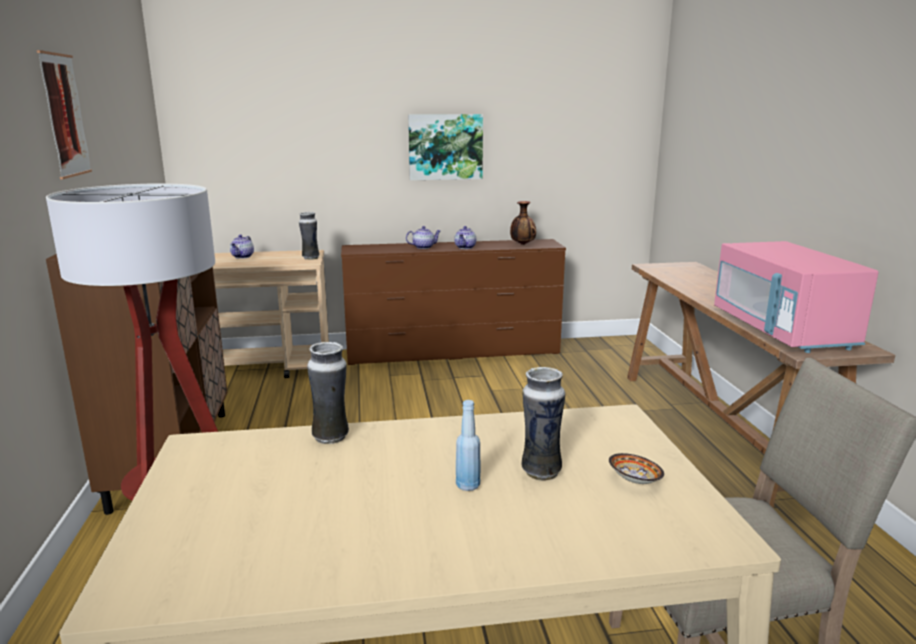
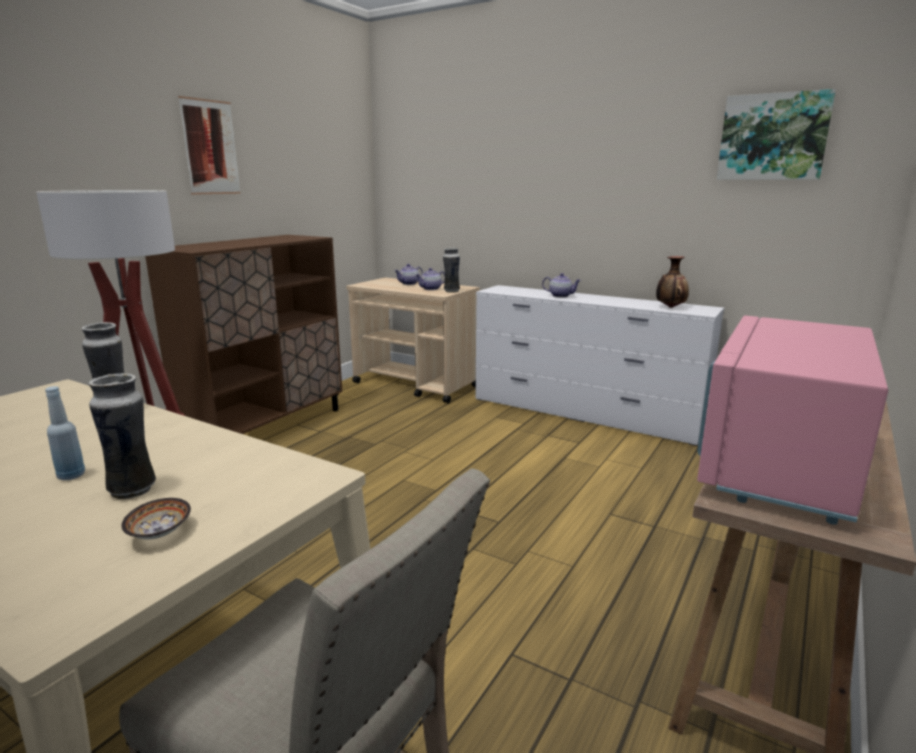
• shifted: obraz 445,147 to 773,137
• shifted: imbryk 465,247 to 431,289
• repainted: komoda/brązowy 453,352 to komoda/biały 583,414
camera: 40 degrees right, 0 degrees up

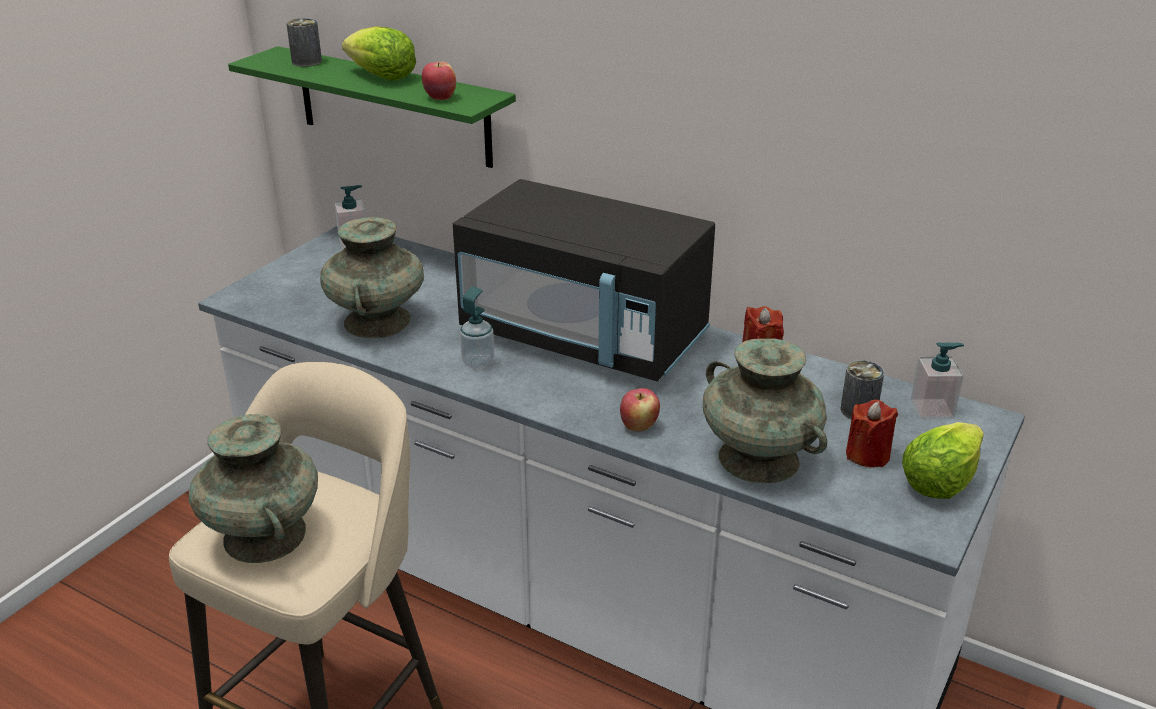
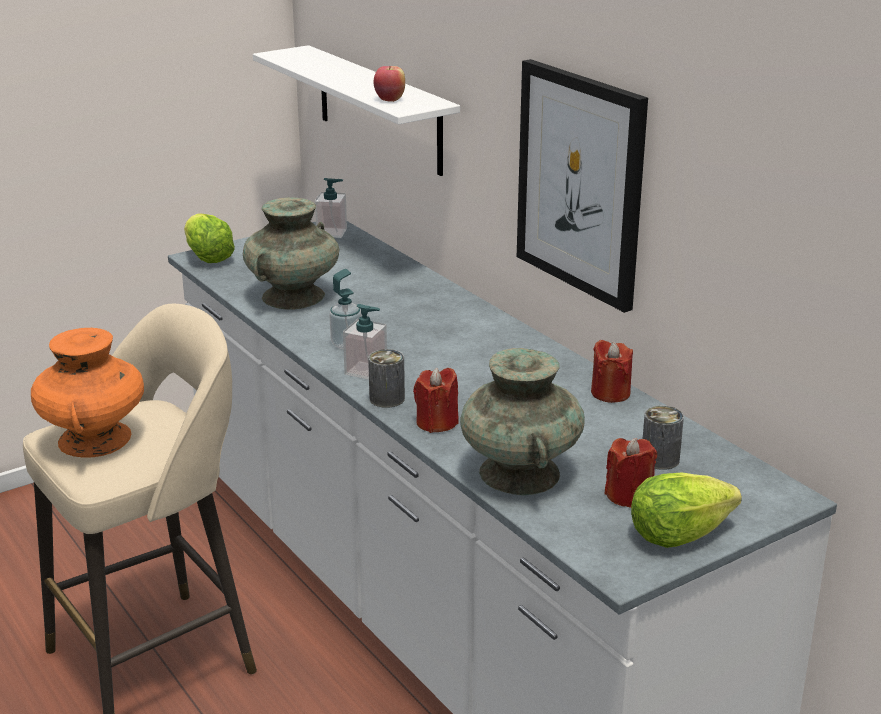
• shifted: puszka 306,62 to 387,399
• shifted: sałata 382,77 to 208,258
• repainted: półka/zielony 393,107 to półka/biały 379,109
• gone: mikrofalówka/czarny 584,337
• shifted: dozownik mydła 932,409 to 366,371
• swapped: jabłko 638,426 to świeca/czerwony 436,423
• repainted: wazon/turkusowy 265,536 to wazon/pomarańczowy 94,439
• new: obraz 580,183
camera: 25 degrees right, 5 degrees down

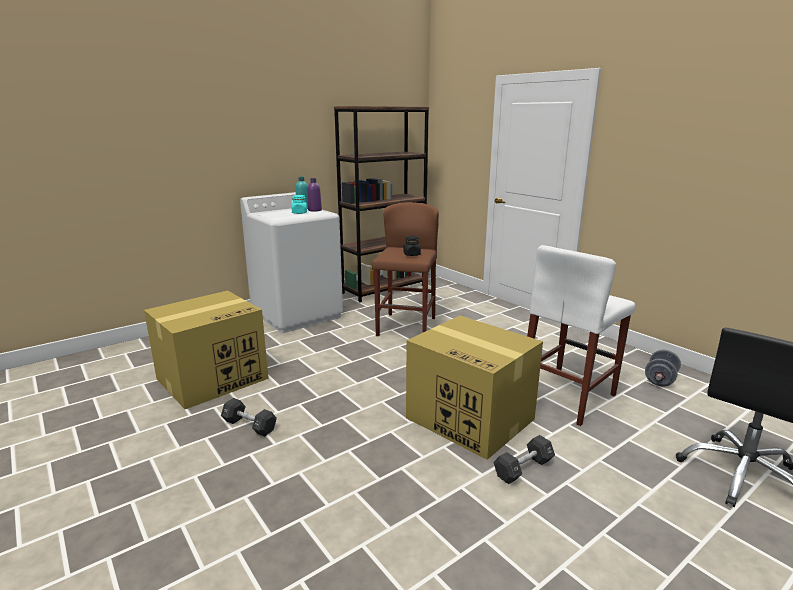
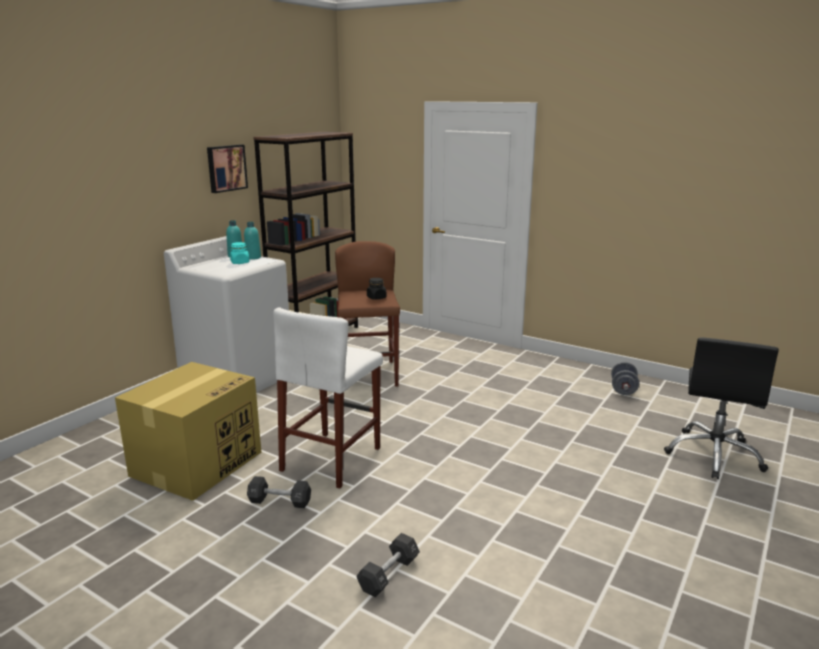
• repainted: butelka/fioletowy 315,210 to butelka/turkusowy 253,257
• shifted: stołek/biały 567,397 to 331,459
• gone: karton 471,419
• shifted: hantel/czarny 523,468 to 389,574
• new: obraz 226,168
camera: 20 degrees left, 0 degrees up

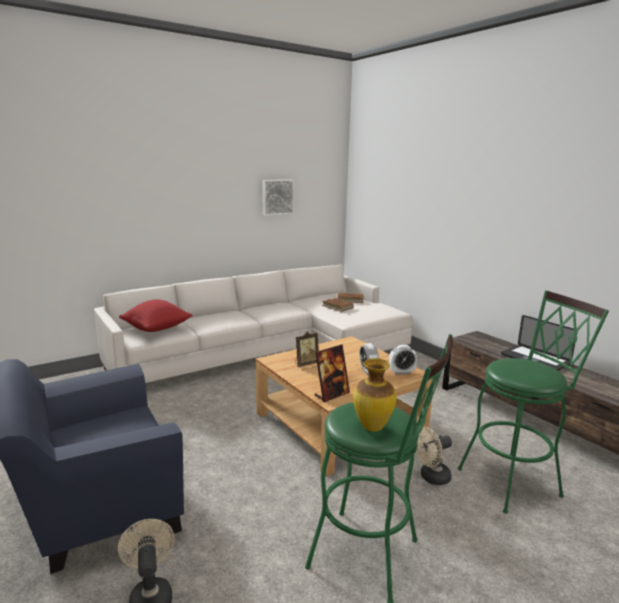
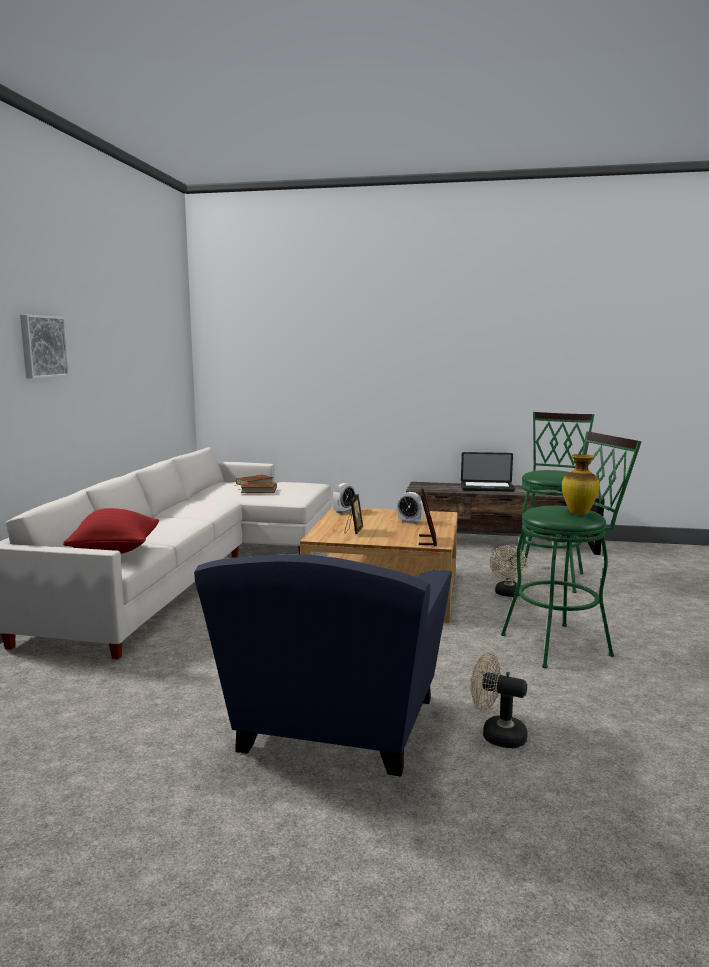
• shifted: obraz 277,197 to 42,346
• shifted: budzik 401,372 to 343,511
camera: 45 degrees left, 5 degrees down

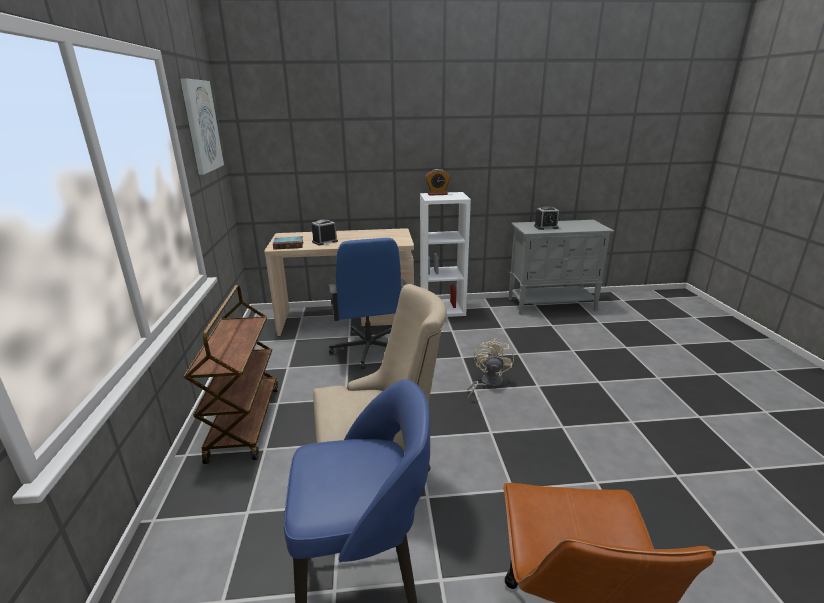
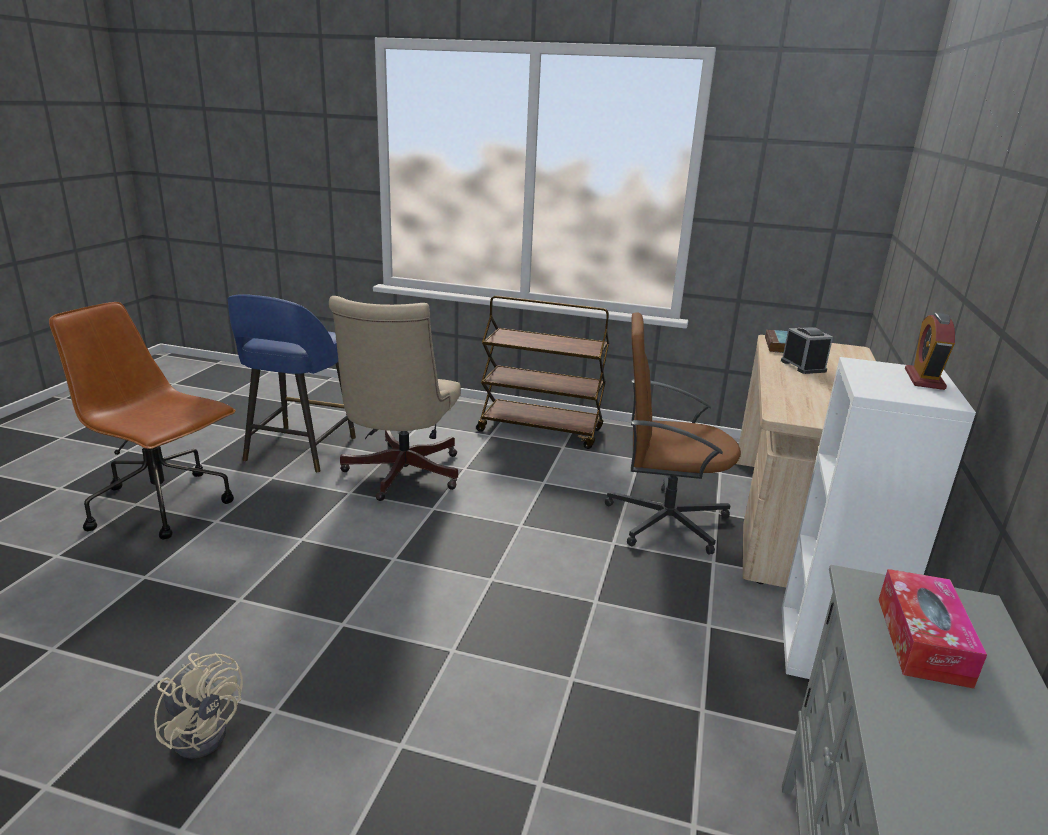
• gone: obraz 201,126
• swapped: budzik 546,227 to pudełko chusteczek 922,640
• repainted: krzesło biurowe/niebieski 368,349 to krzesło biurowe/brązowy 664,520
• shifted: wentylator/beżowy 487,384 to 204,730
camera: 110 degrees right, 0 degrees up

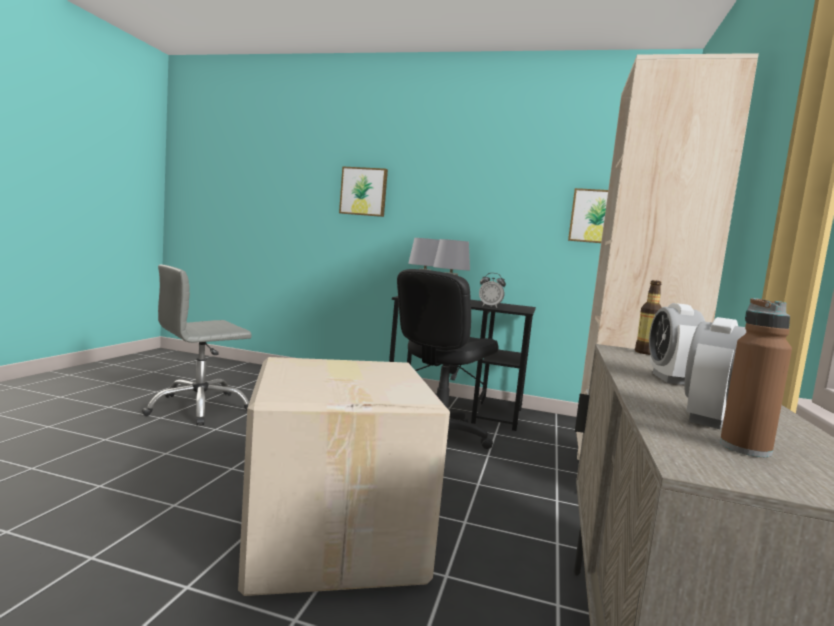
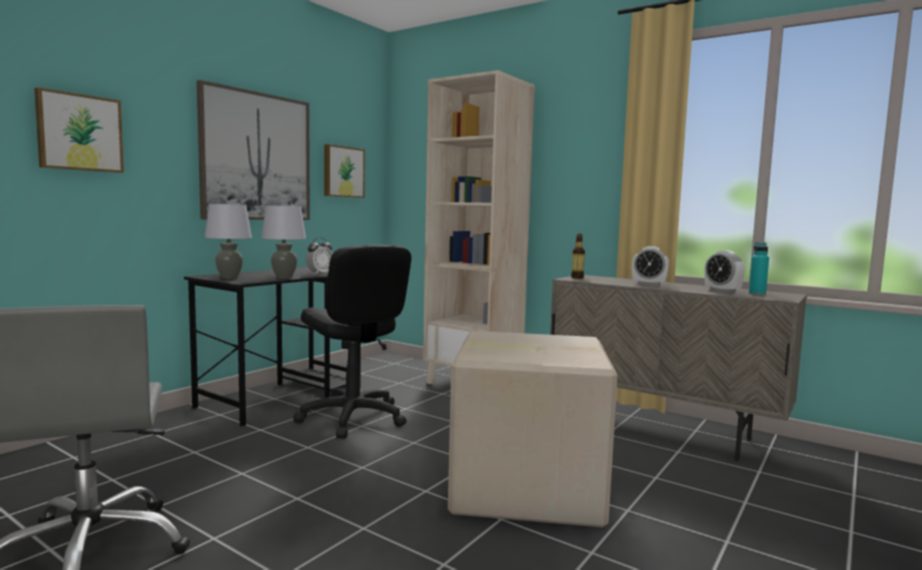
• repainted: butelka/brązowy 745,448 to butelka/turkusowy 757,294
• new: obraz 256,157
camera: 70 degrees left, 0 degrees up

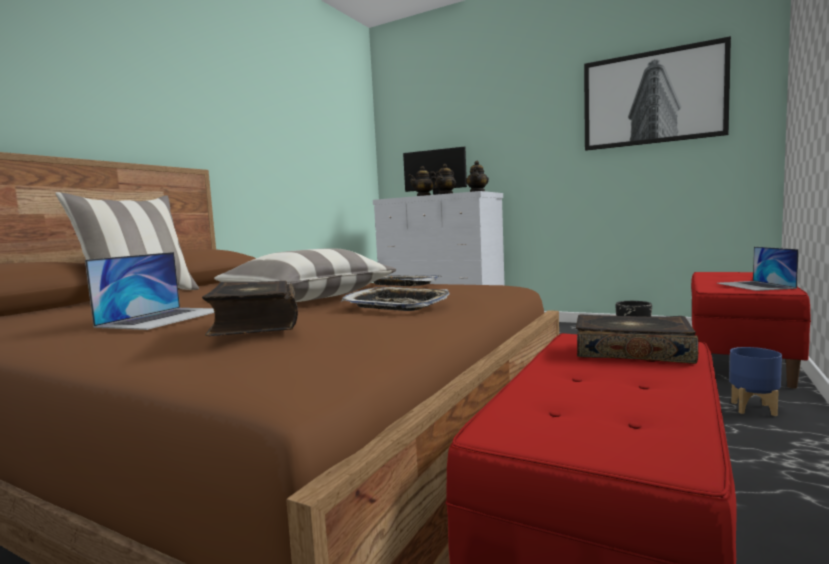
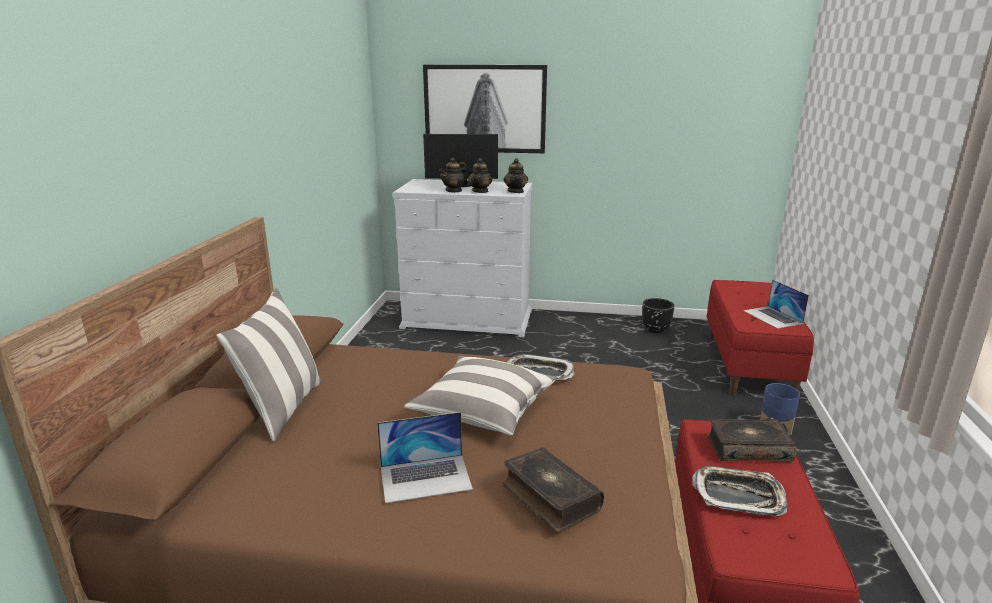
• shifted: obraz 652,98 to 485,109
• rotated: laptop 164,317 = 426,478 75 degrees clockwise
• shifted: taca 396,306 to 738,495
camera: 20 degrees left, 15 degrees up

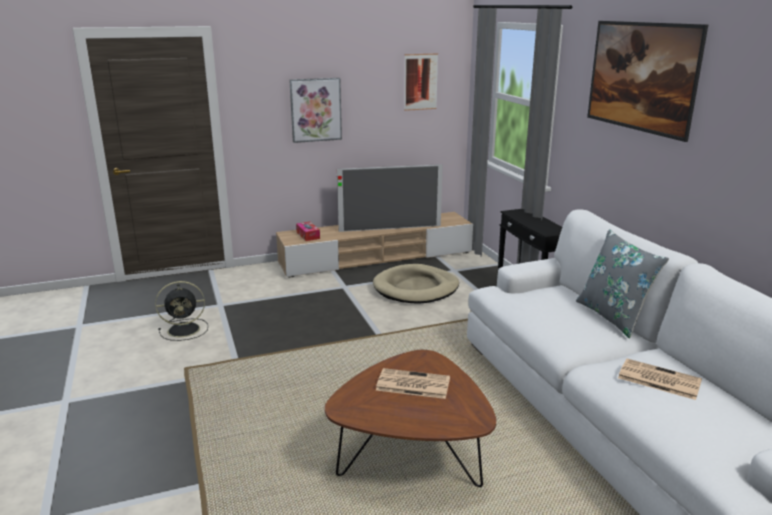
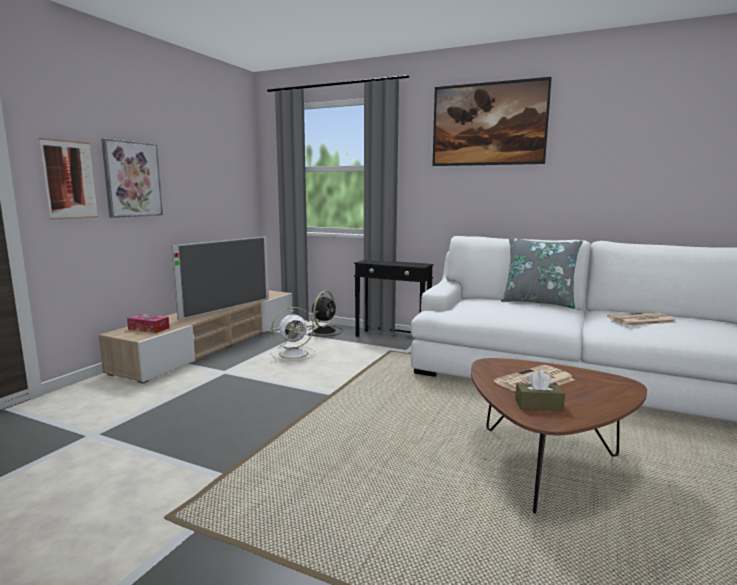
• shifted: obraz 420,82 to 69,180
• swapped: legowisko/beżowy 416,288 to wentylator/biały 295,353
• shifted: wentylator/czarny 185,329 to 325,331
• new: pudełko chusteczek/brązowy 538,405
camera: 45 degrees left, 10 degrees down

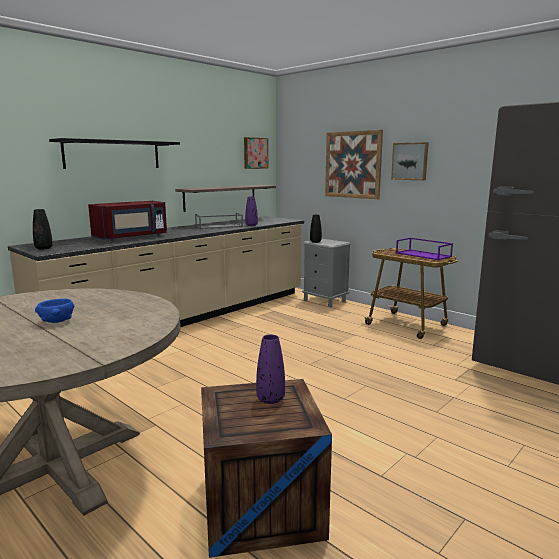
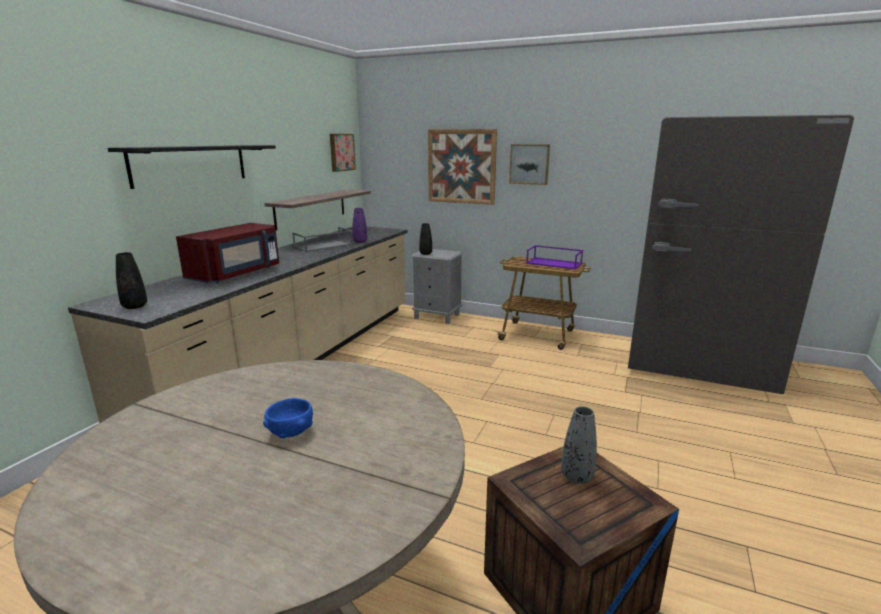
• repainted: wazon/fioletowy 270,399 to wazon/szary 577,476
camera: 20 degrees left, 5 degrees up

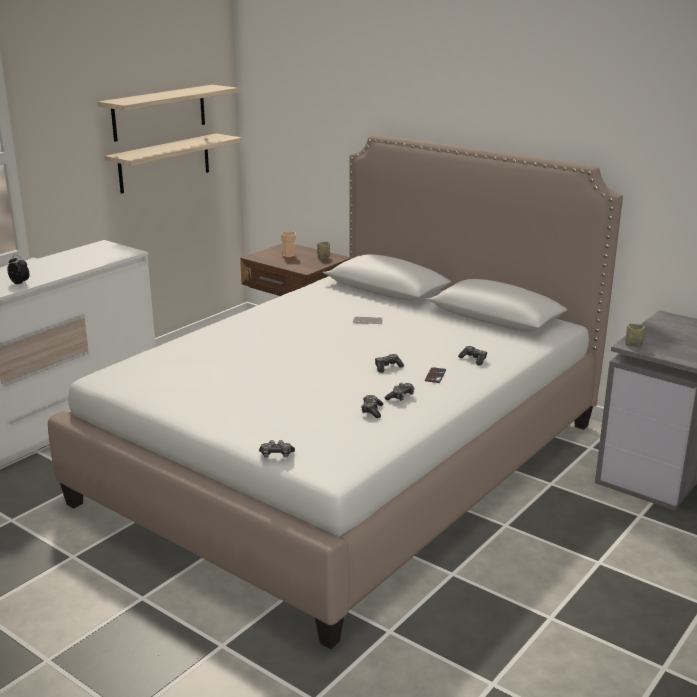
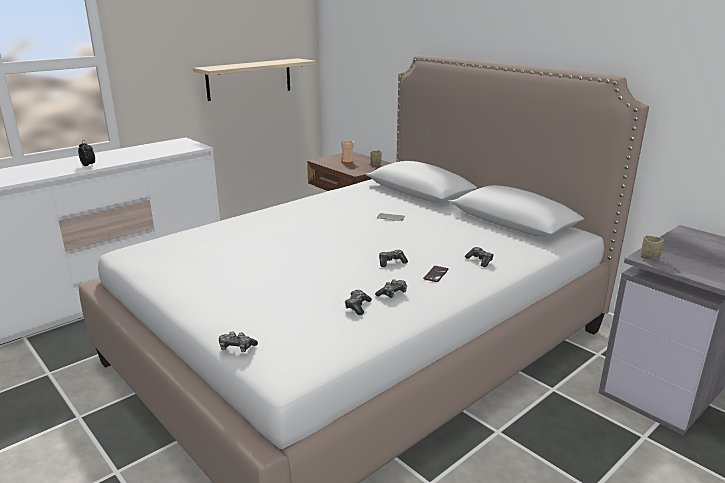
• gone: półka 159,112
camera: 10 degrees right, 0 degrees up

